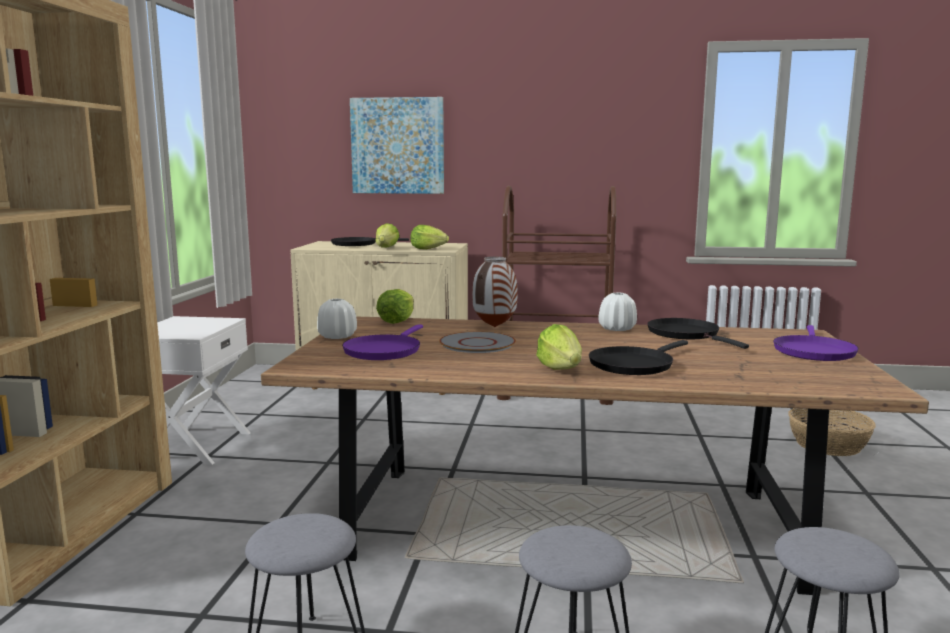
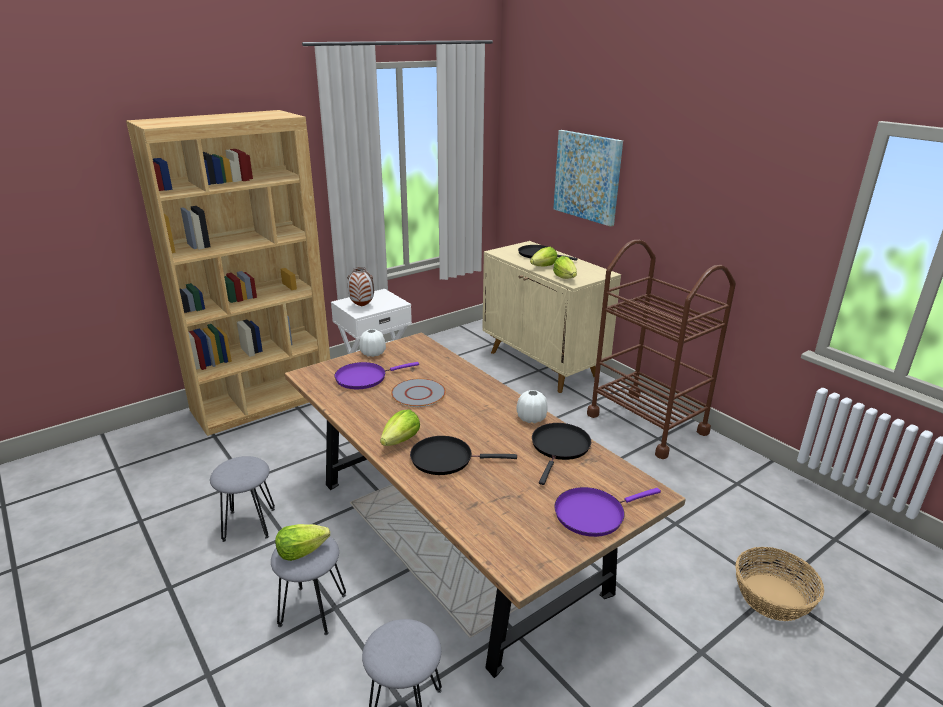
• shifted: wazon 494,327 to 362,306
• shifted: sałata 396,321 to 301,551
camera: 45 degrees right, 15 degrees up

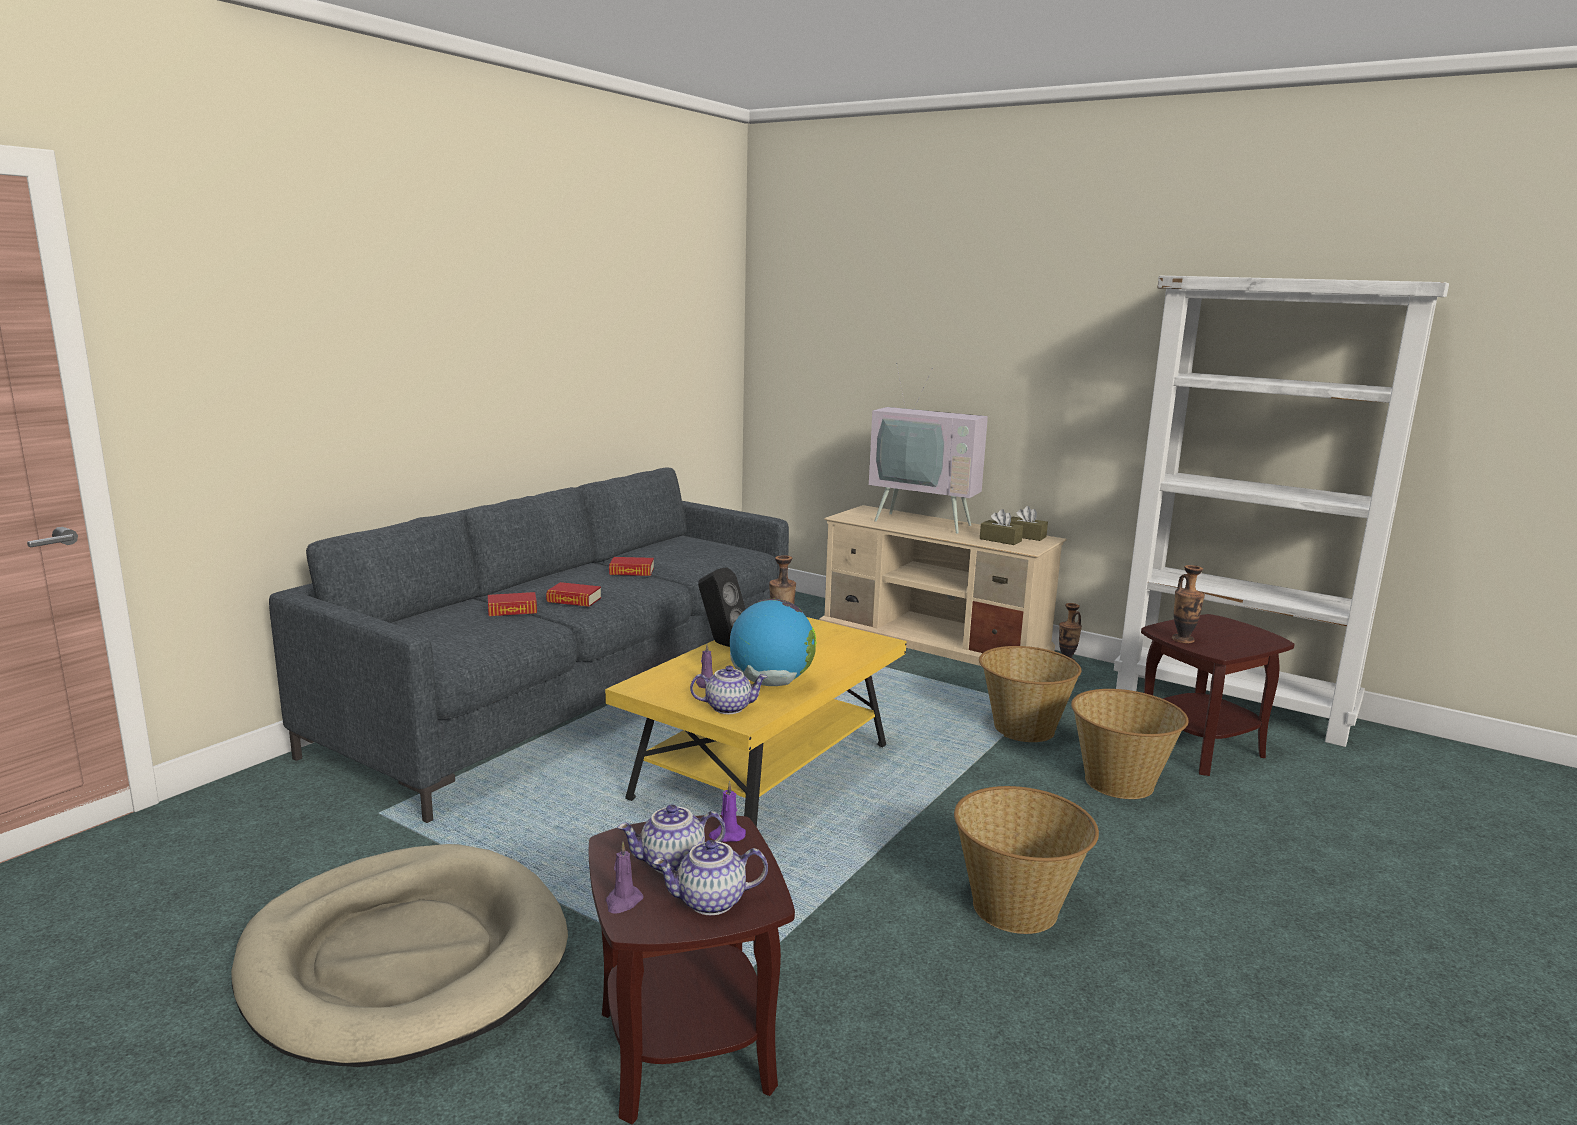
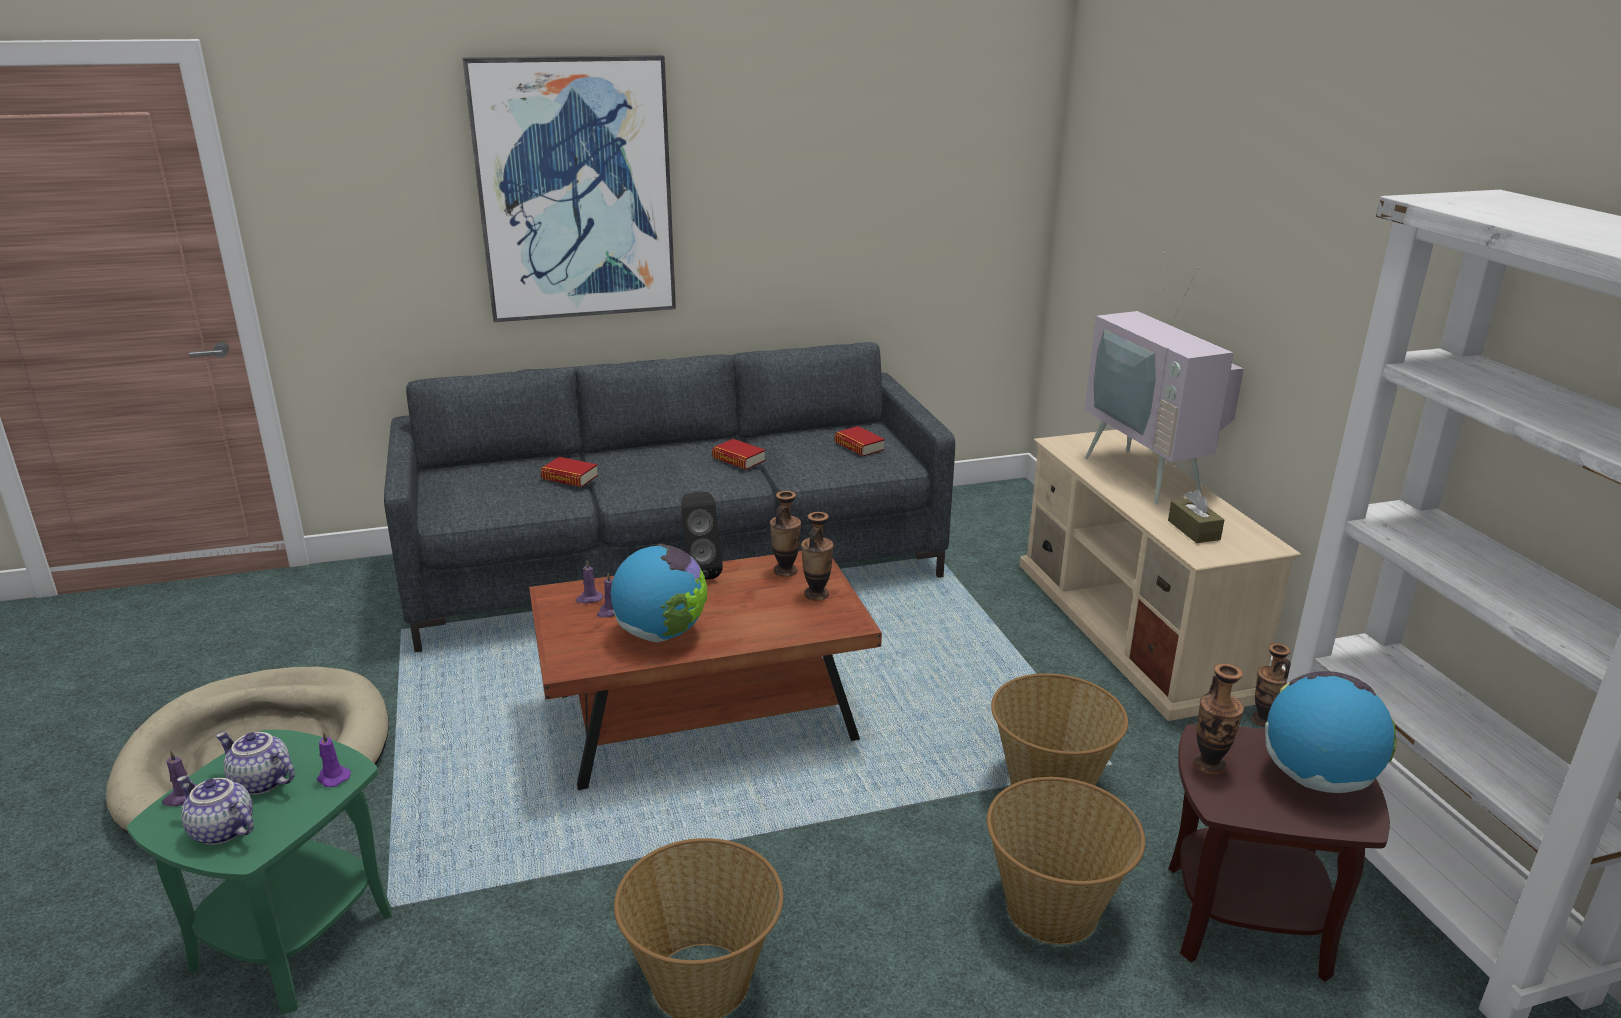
• gone: pudełko chusteczek/brązowy 1025,536
• shifted: książka 574,600 to 859,446
• repainted: ława/żółty 764,774 to ława/brązowy 705,720
• gone: imbryk 728,707
• repainted: stolik/brązowy 687,1049 to stolik/zielony 294,940
• new: obraz 575,190
• new: wazon 816,594
• new: świeca/fioletowy 589,599
• new: globus 1317,779
camera: 40 degrees right, 10 degrees up

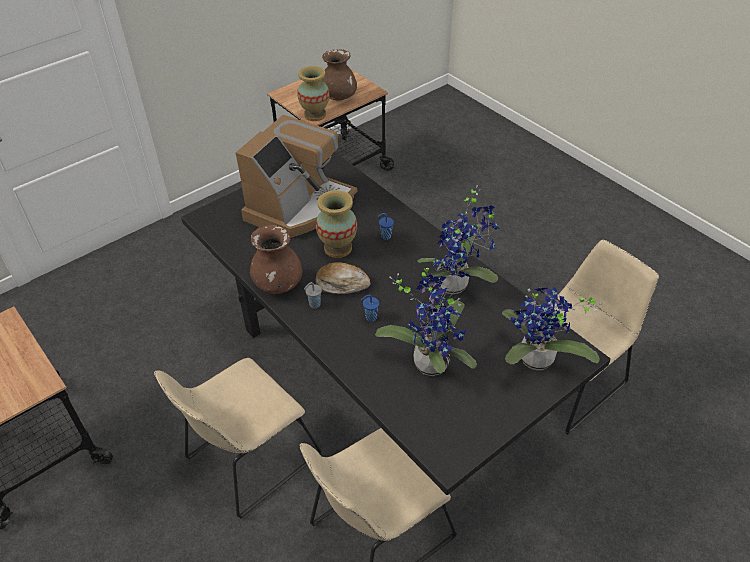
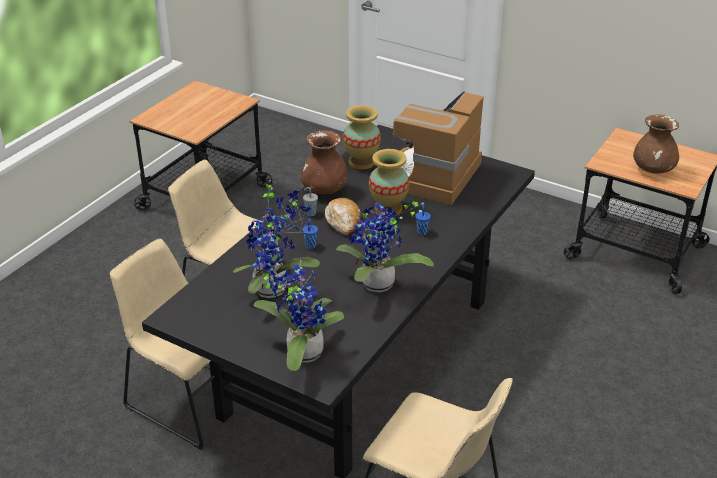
• shifted: wazon 315,115 to 361,162
• rotated: ekspres do kawy 299,207 = 430,176 105 degrees clockwise
camera: 70 degrees right, 10 degrees down

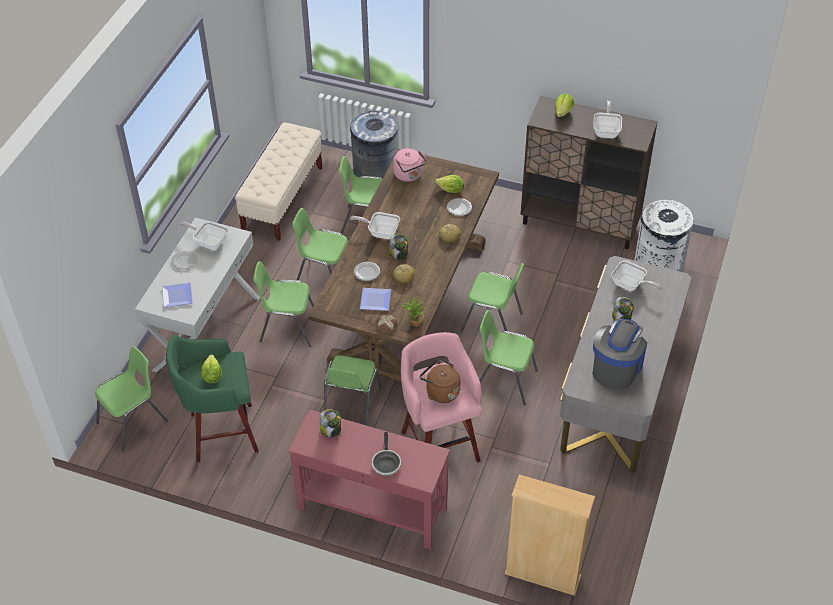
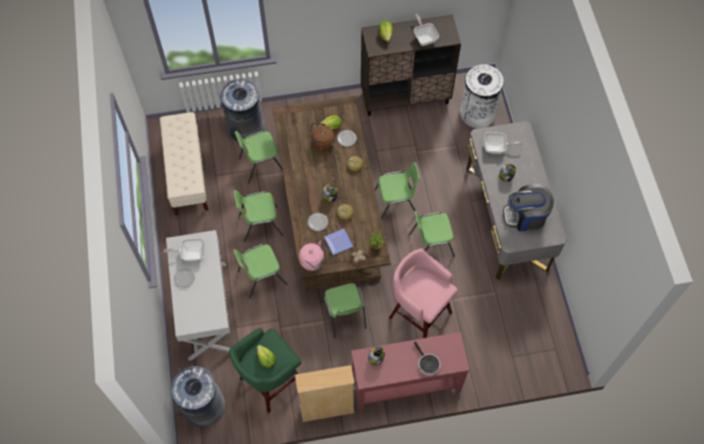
• shifted: czajnik/różowy 409,175 to 313,261
• gone: patelnia 380,232
• gone: talerz 176,297
• rotated: ekspres do kawy 616,367 = 525,216 90 degrees counterclockwise
• swapped: krzesło/zielony 133,422 to kosz na śmieci/szary 203,406
• shifted: czajnik/brązowy 440,391 to 321,143
• shifted: regał/beżowy 542,575 to 327,409
camera: 30 degrees left, 15 degrees up

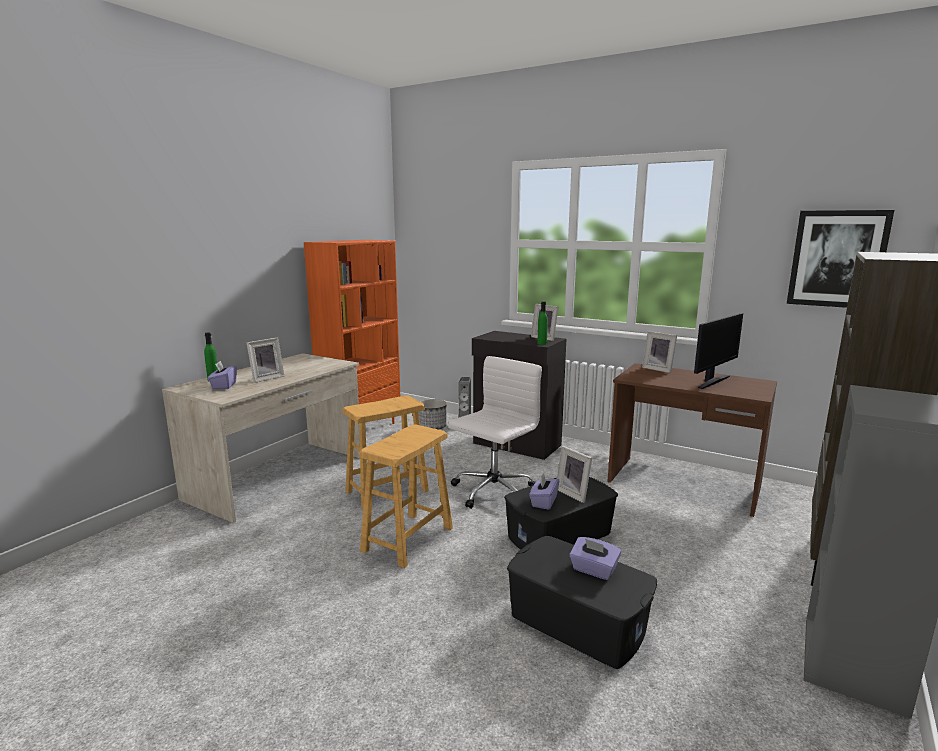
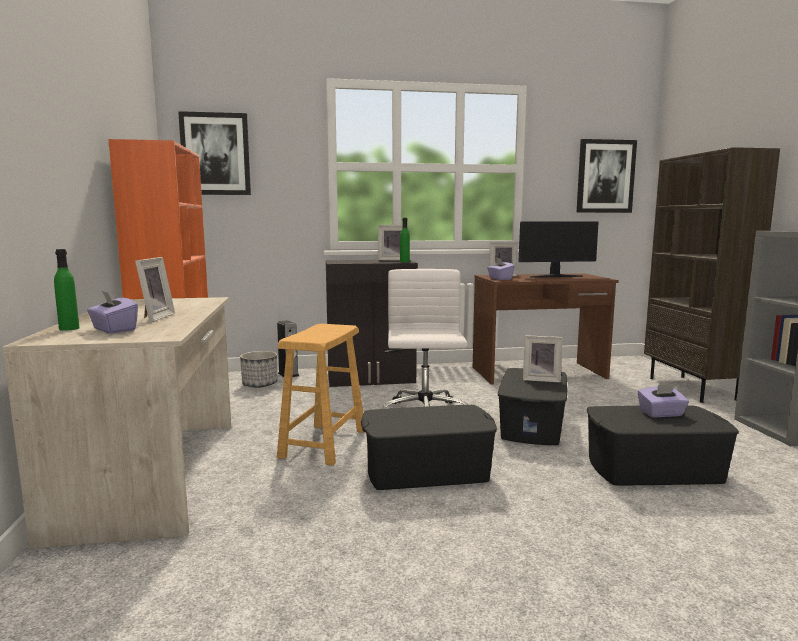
• rotated: monitor 712,381 = 555,276 75 degrees clockwise
• swapped: stołek/brązowy 407,539 to pojemnik do przechowywania/czarny 426,471
• shifted: pudełko chusteczek/fioletowy 543,502 to 500,279
• new: obraz 215,154
camera: 40 degrees left, 5 degrees down

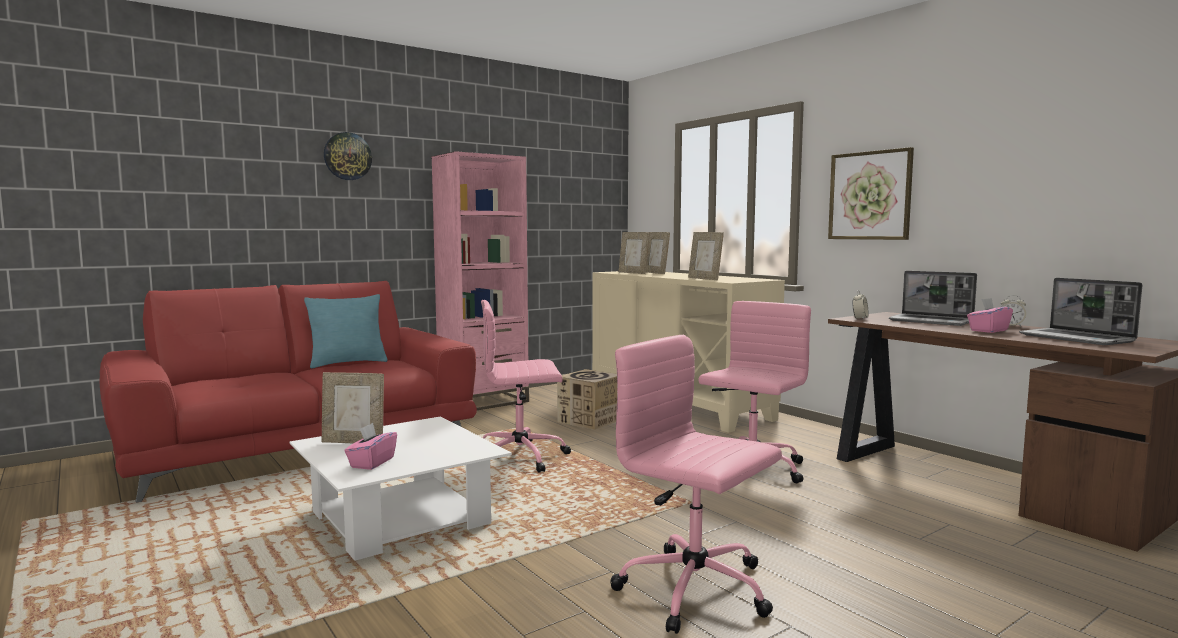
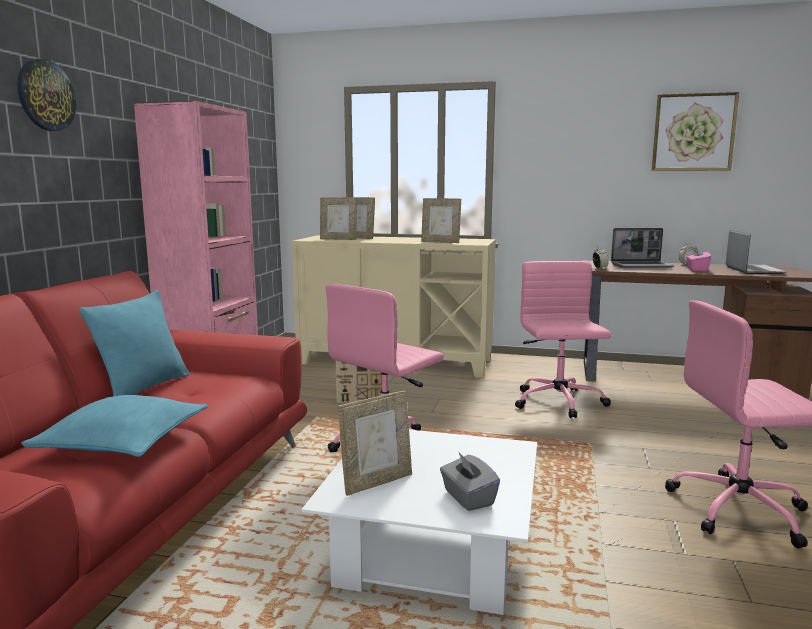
• shifted: obraz 870,195 to 693,132
• rotated: laptop 1077,338 = 752,270 105 degrees counterclockwise
• repainted: pudełko chusteczek/różowy 371,463 to pudełko chusteczek/szary 468,498
• new: poduszka/turkusowy 123,442
camera: 40 degrees left, 5 degrees up

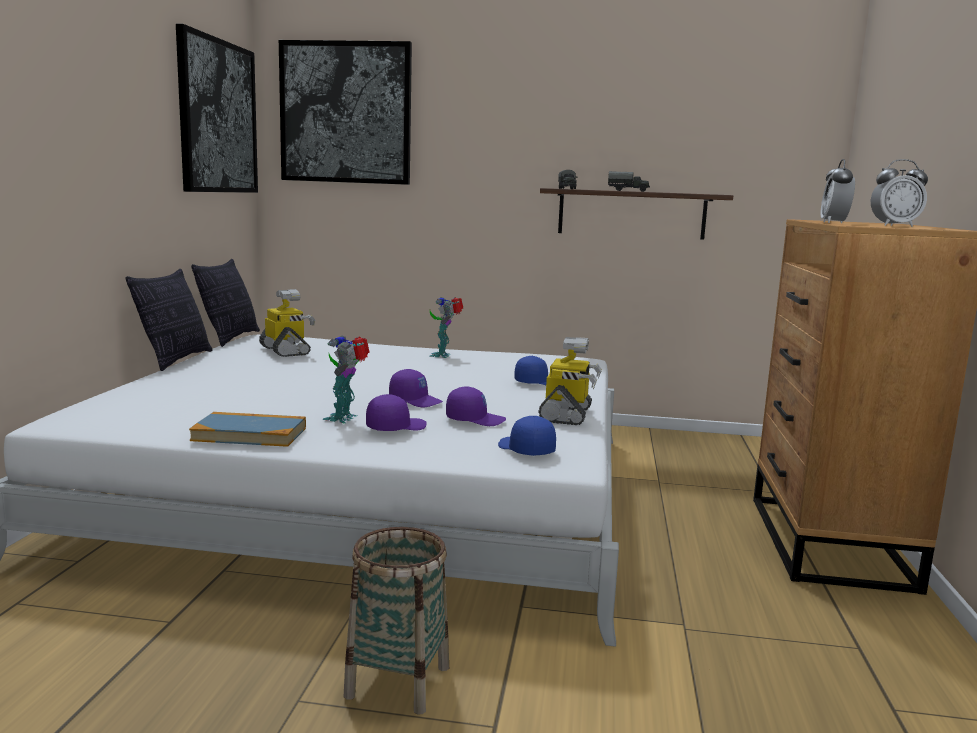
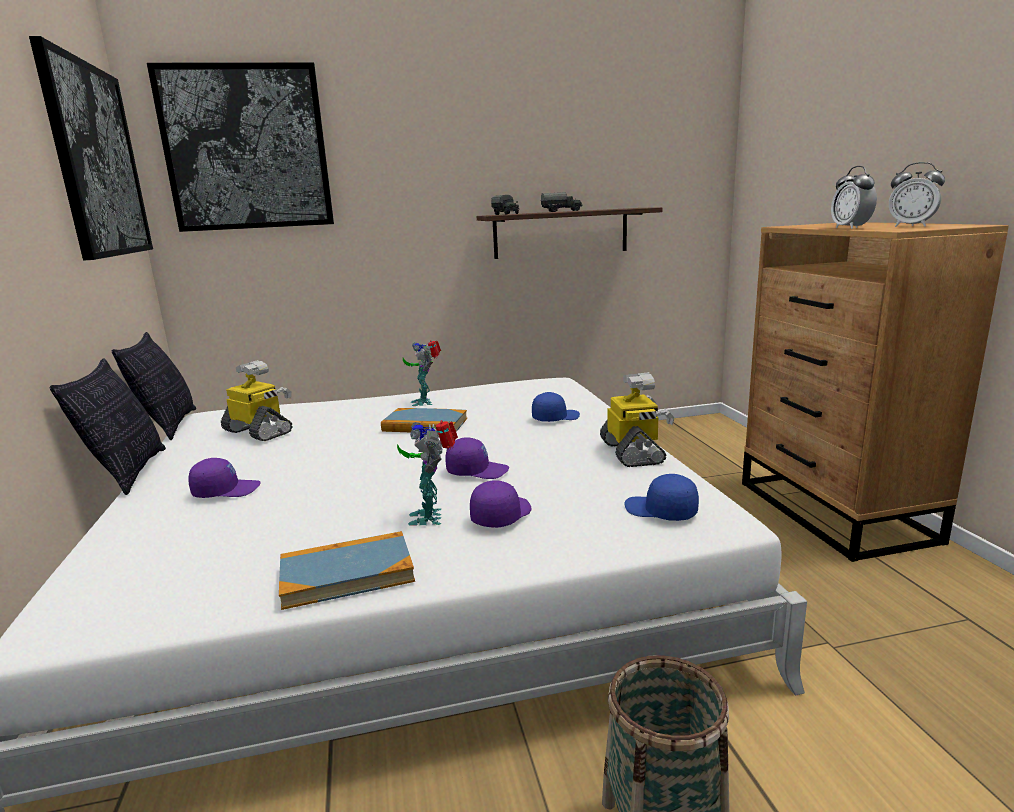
• rotated: budzik 894,226 = 911,226 60 degrees clockwise
• shifted: czapka z daszkiem/fioletowy 475,420 to 226,490
• new: książka 425,425
camera: 20 degrees left, 5 degrees up

